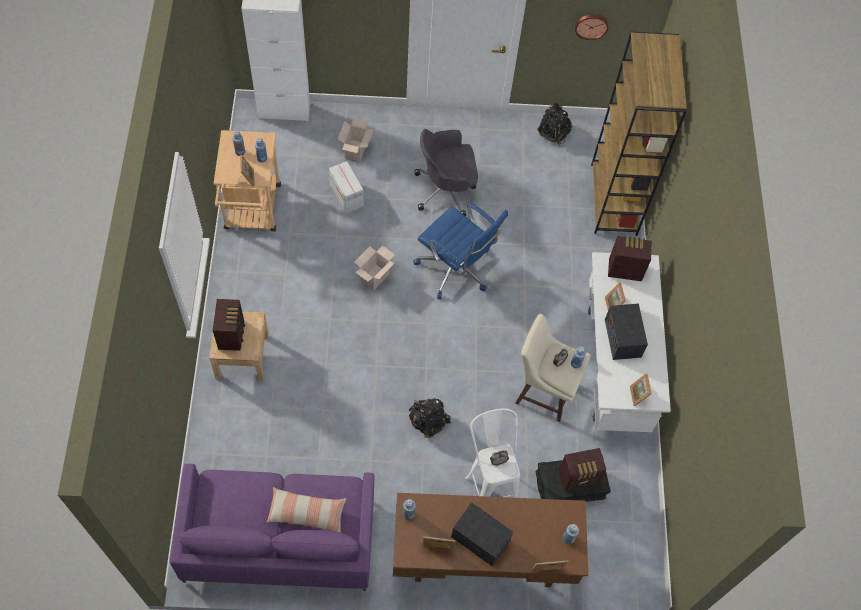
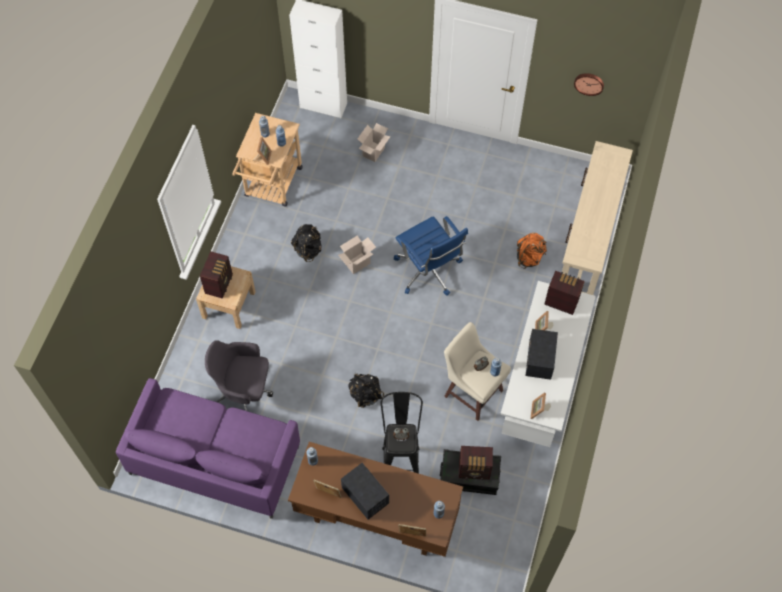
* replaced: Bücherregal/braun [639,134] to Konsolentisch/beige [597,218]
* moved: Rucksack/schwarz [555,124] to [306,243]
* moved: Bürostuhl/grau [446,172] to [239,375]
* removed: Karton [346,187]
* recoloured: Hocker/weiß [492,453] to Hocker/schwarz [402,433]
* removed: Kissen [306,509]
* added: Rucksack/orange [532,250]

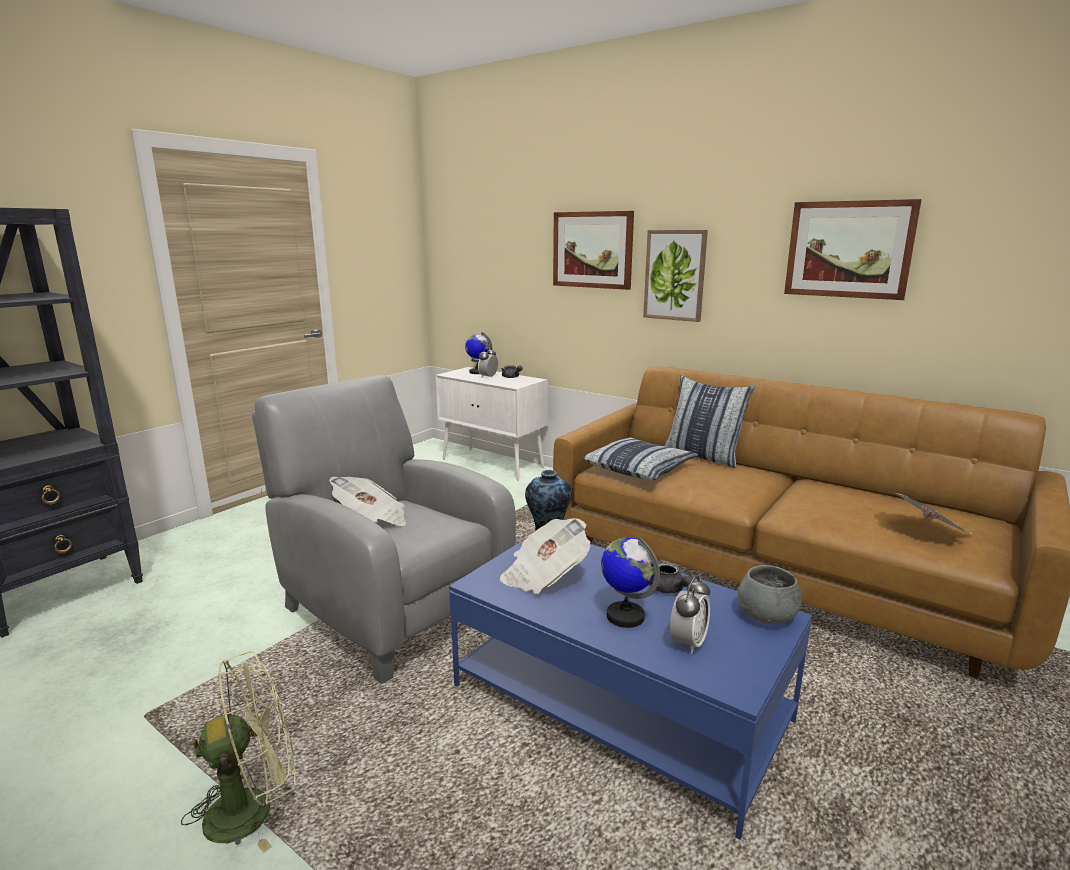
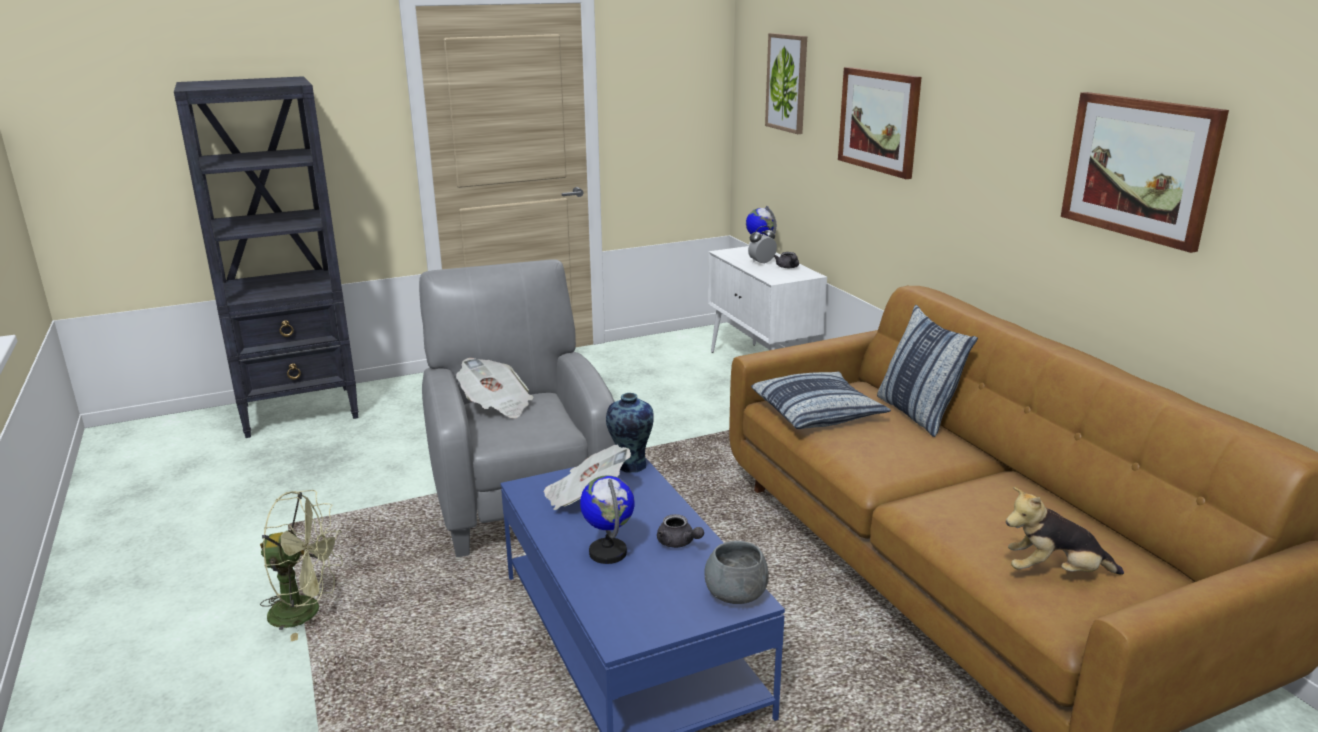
* moved: Bild [675,276] to [786,83]
* replaced: Zeitung [931,512] to Plüschtier [1065,531]
* turned: Teekanne/grau [671,577] = [680,531] 45 degrees counterclockwise
* removed: Wecker [690,615]

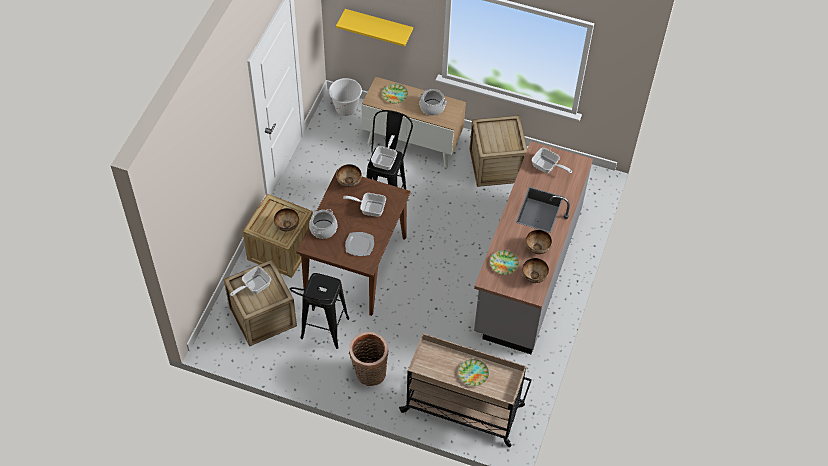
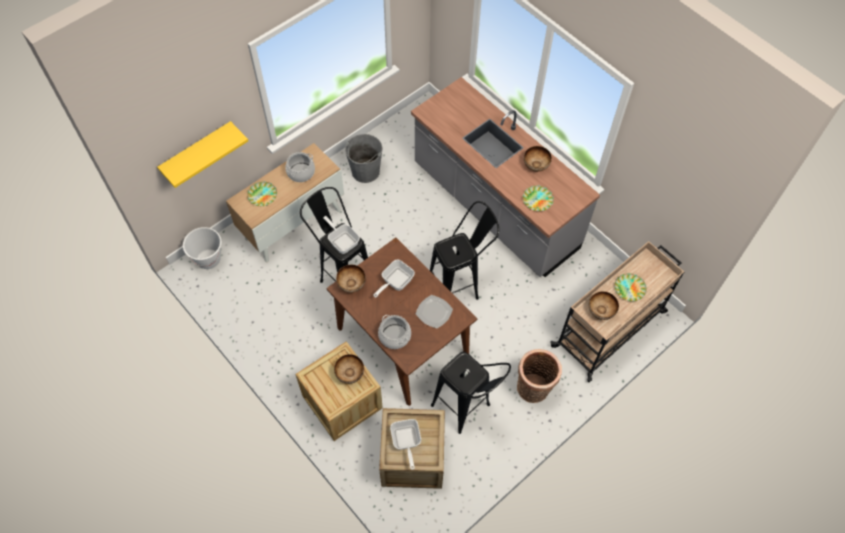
* replaced: Kiste [498,151] to Eimer/grau [364,158]
* removed: Pfanne [552,161]
* moved: Schüssel [535,270] to [604,305]
* added: Hocker/schwarz [464,250]

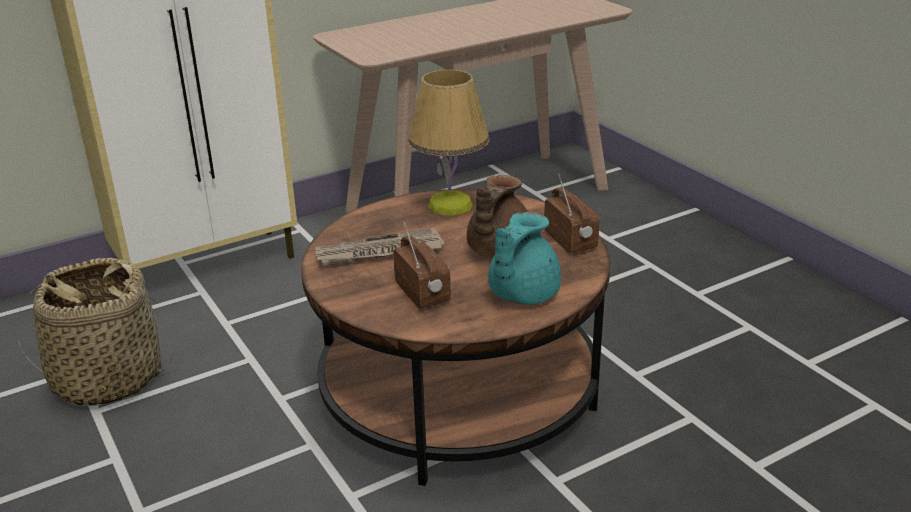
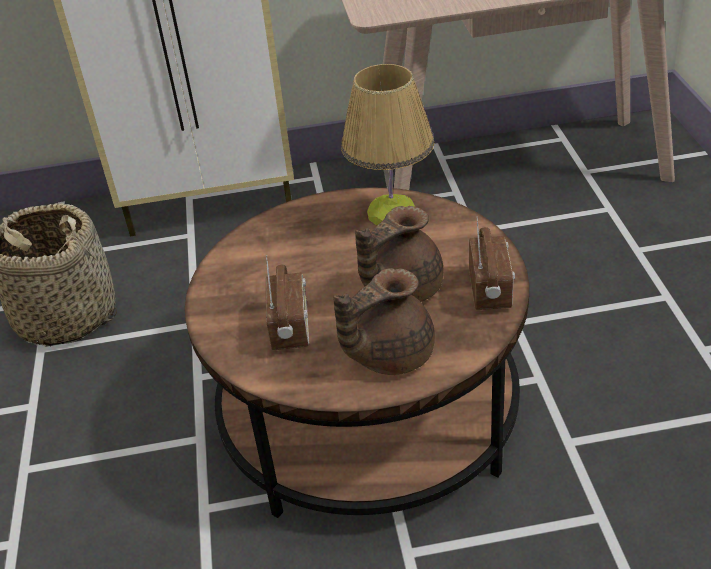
* recoloured: Teekanne/türkis [524,258] to Teekanne/braun [384,321]
* removed: Zeitung [380,247]

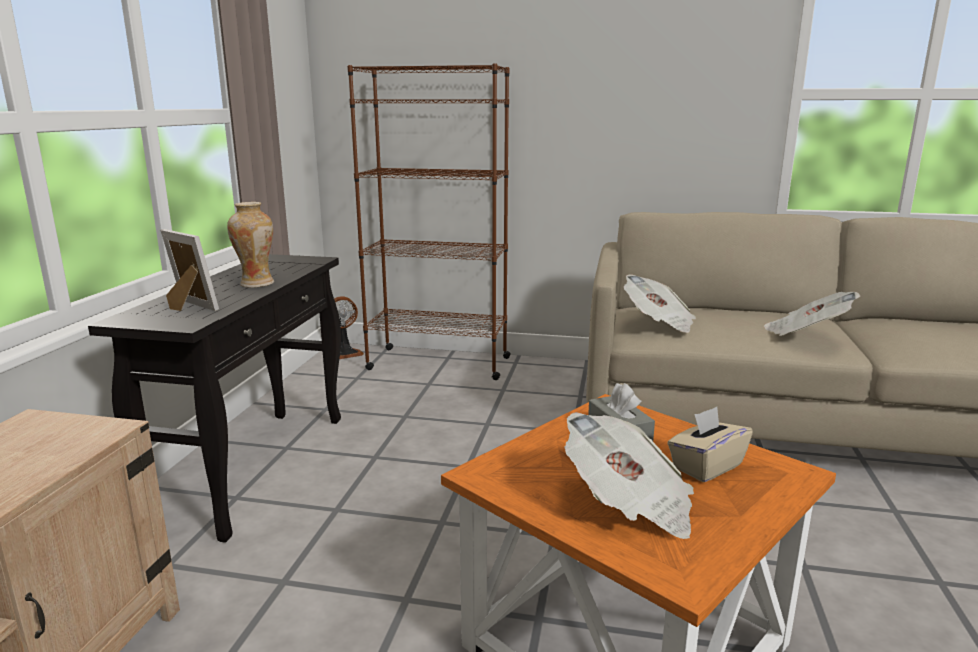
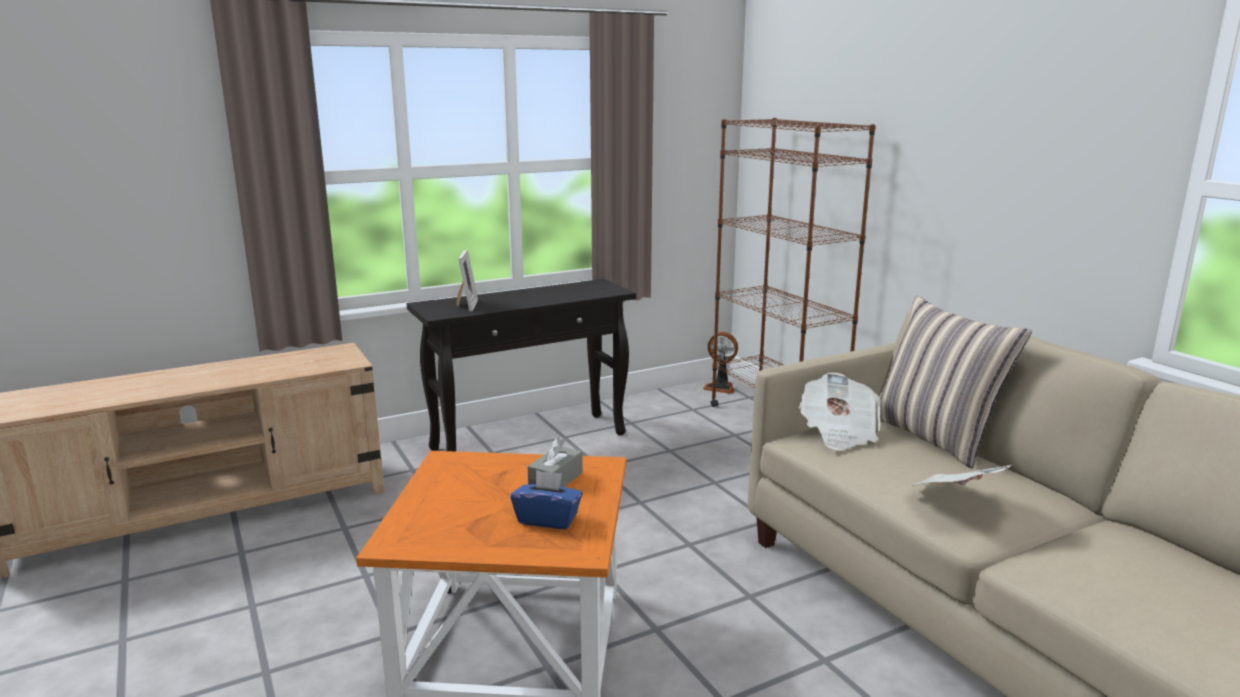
* removed: Vase [250,245]
* recoloured: Taschentuchbox/beige [710,444] to Taschentuchbox/blau [546,499]
* removed: Zeitung [629,475]
* added: Kissen [955,382]

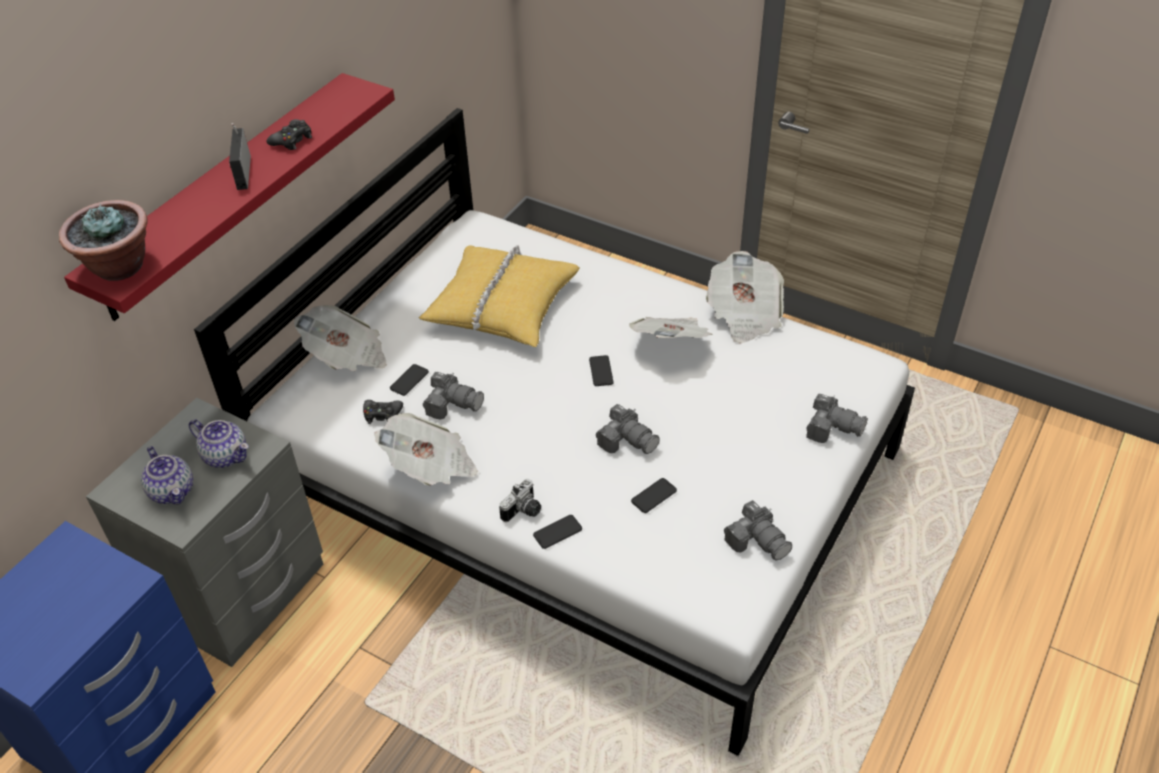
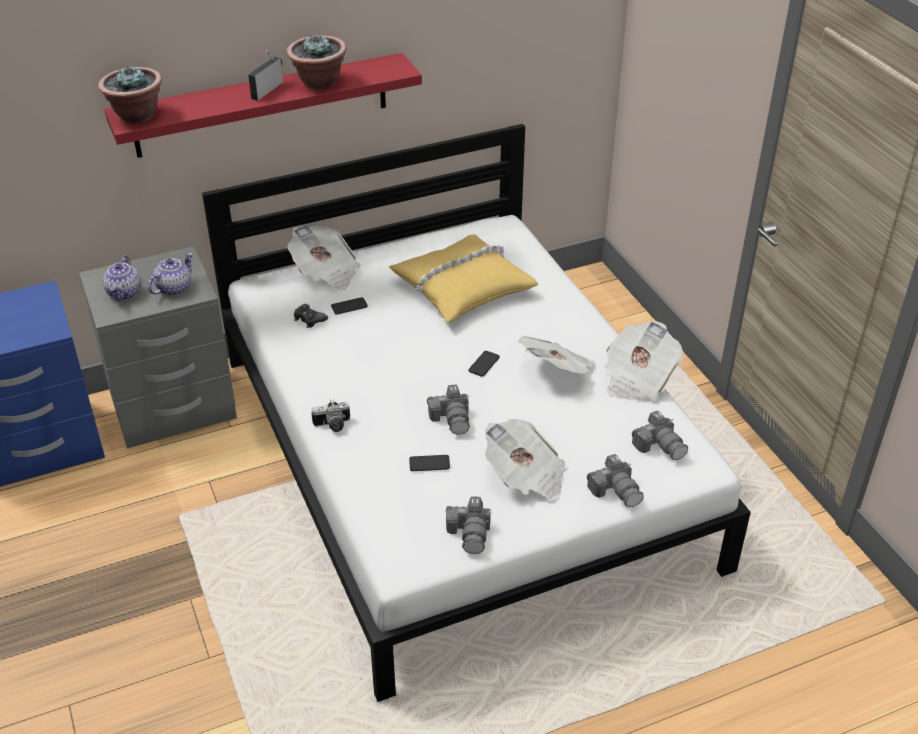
* replaced: Gamepad/schwarz [289,134] to Topfpflanze [317,61]
* moved: Kamera [453,396] to [660,435]
* moved: Zeitung [426,449] to [525,460]
* turned: Teekanne [218,443] = [170,274] 120 degrees counterclockwise
* removed: Handy [557,532]

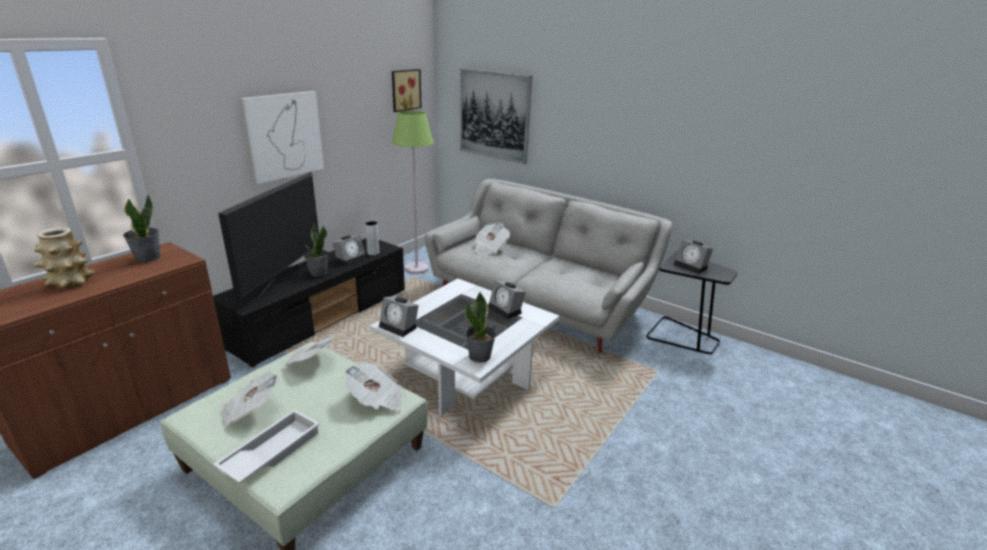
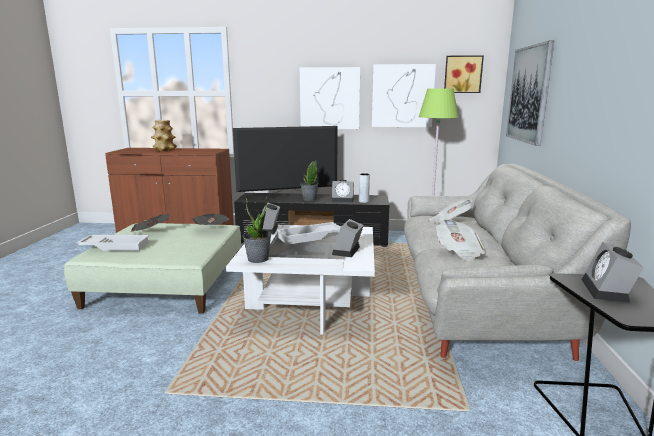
* removed: Topfpflanze [142,228]
* moved: Zeitung [373,387] to [460,240]
* added: Bild [404,95]
* added: Tablett/weiß [308,233]

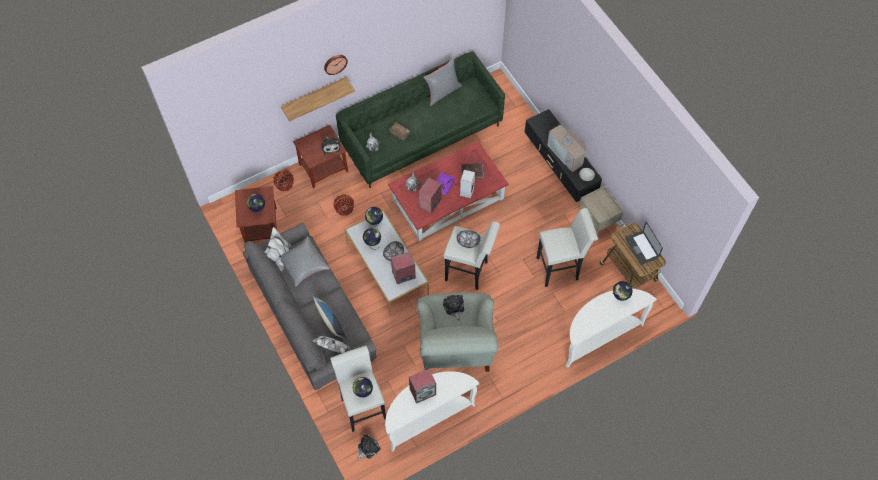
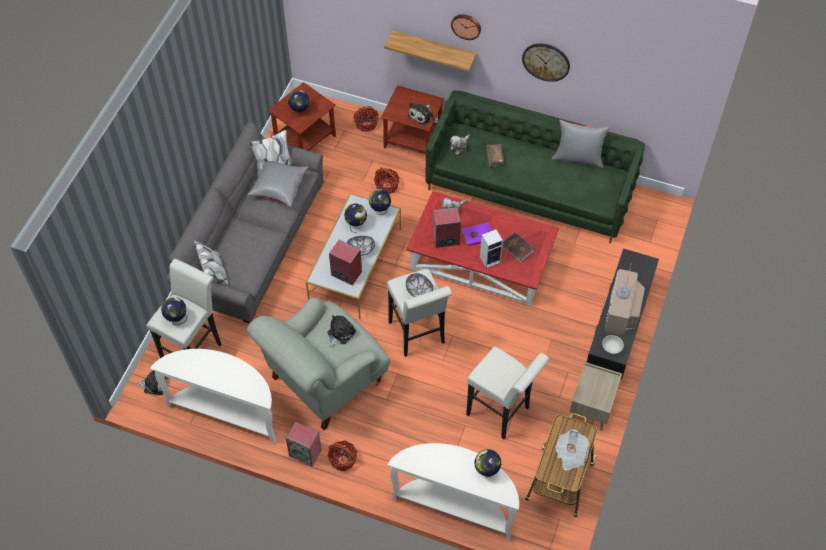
* replaced: Laptop [644,243] to Zeitung [572,450]
* removed: Kissen [329,318]
* moved: Lautsprecher [422,386] to [304,444]
* added: Wanduhr [546,63]
* added: Korb [342,456]

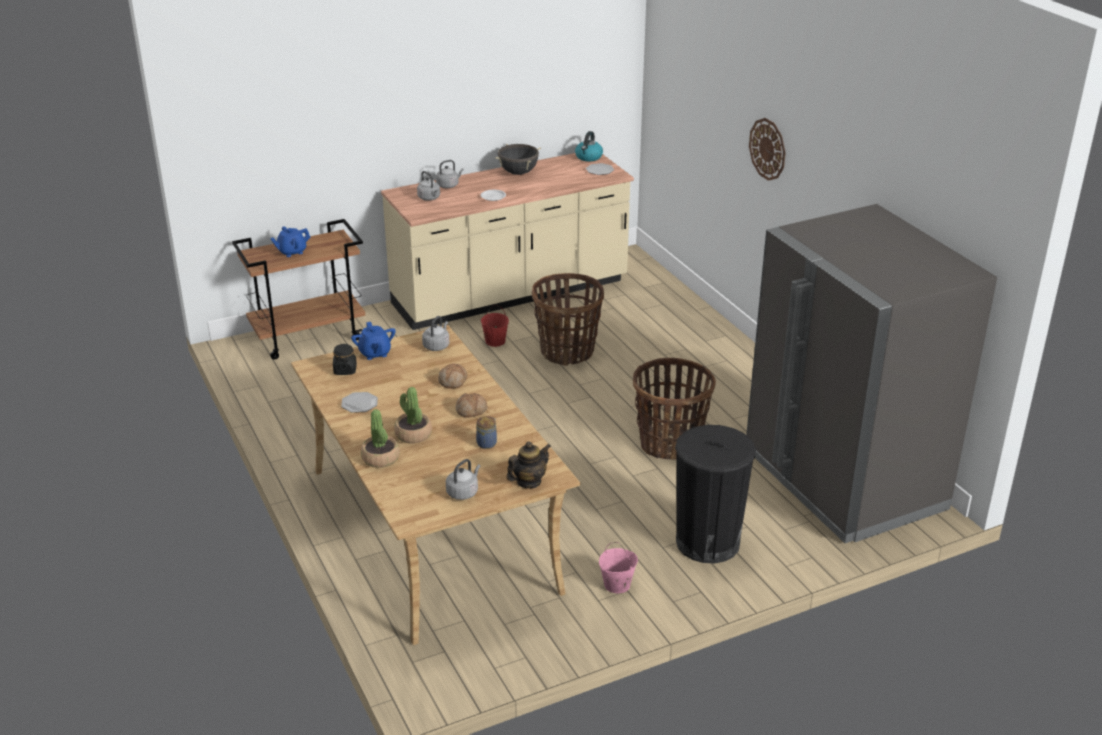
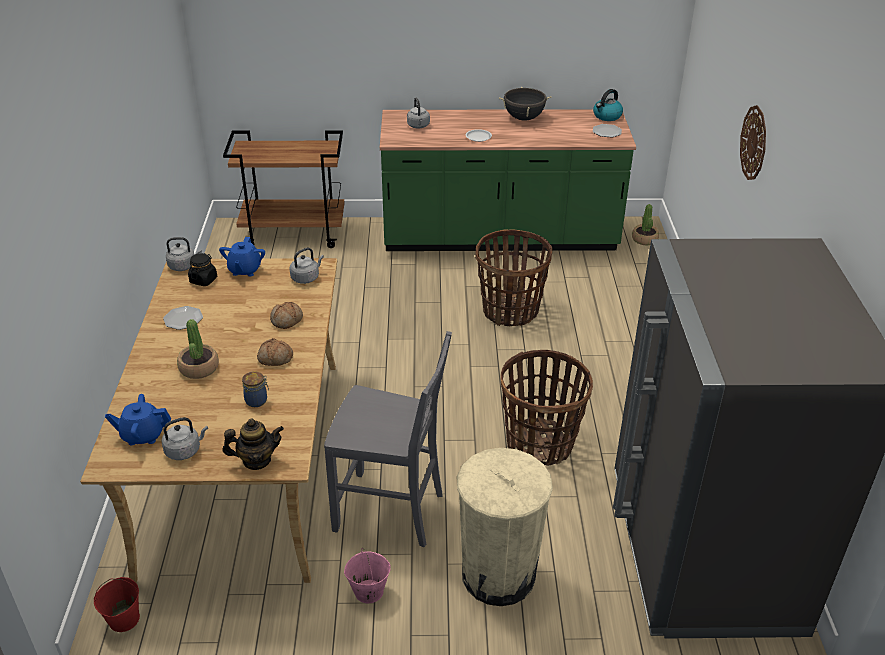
* recoloured: Küchenzeile/beige [507,241] to Küchenzeile/grün [508,180]
* moved: Wasserkessel/grau [450,174] to [184,254]
* moved: Teekanne/blau [290,241] to [138,419]
* moved: Eimer/rot [495,326] to [117,604]
* moved: Topfpflanze [380,438] to [645,224]
* recoloured: Mülleimer/schwarz [715,494] to Mülleimer/beige [505,527]
* added: Stuhl/grau [388,439]

